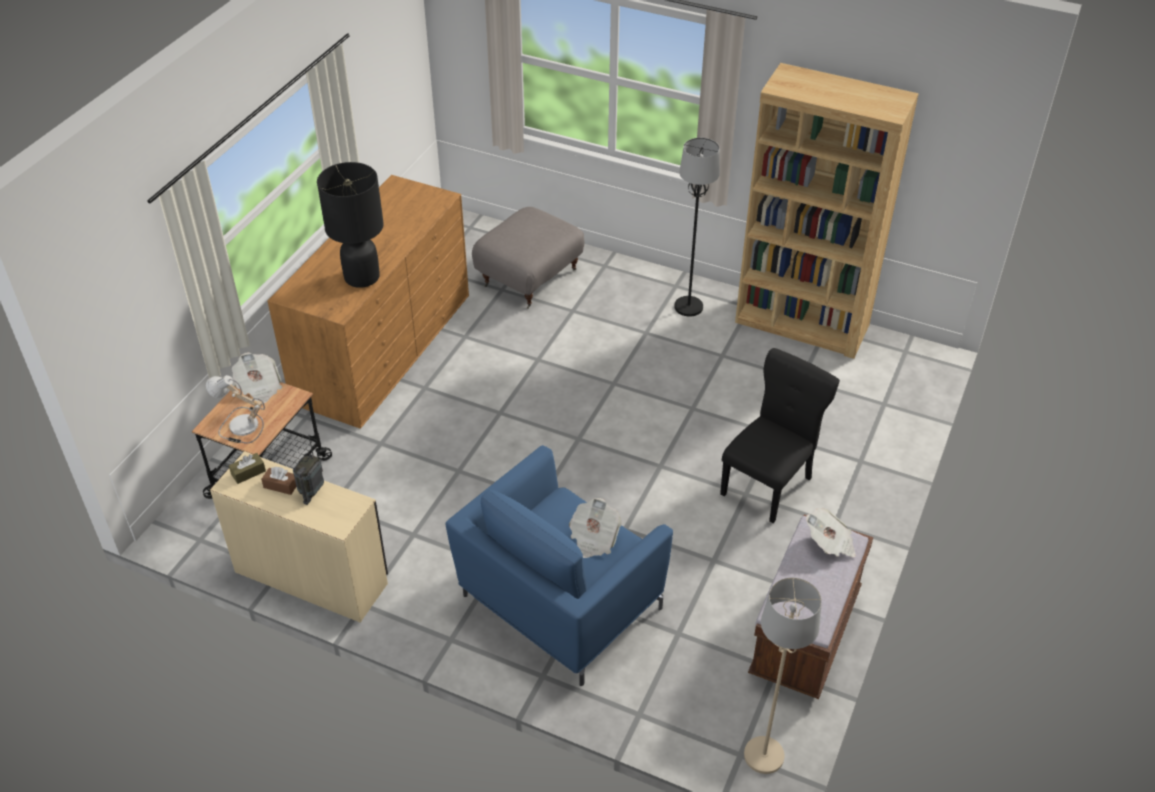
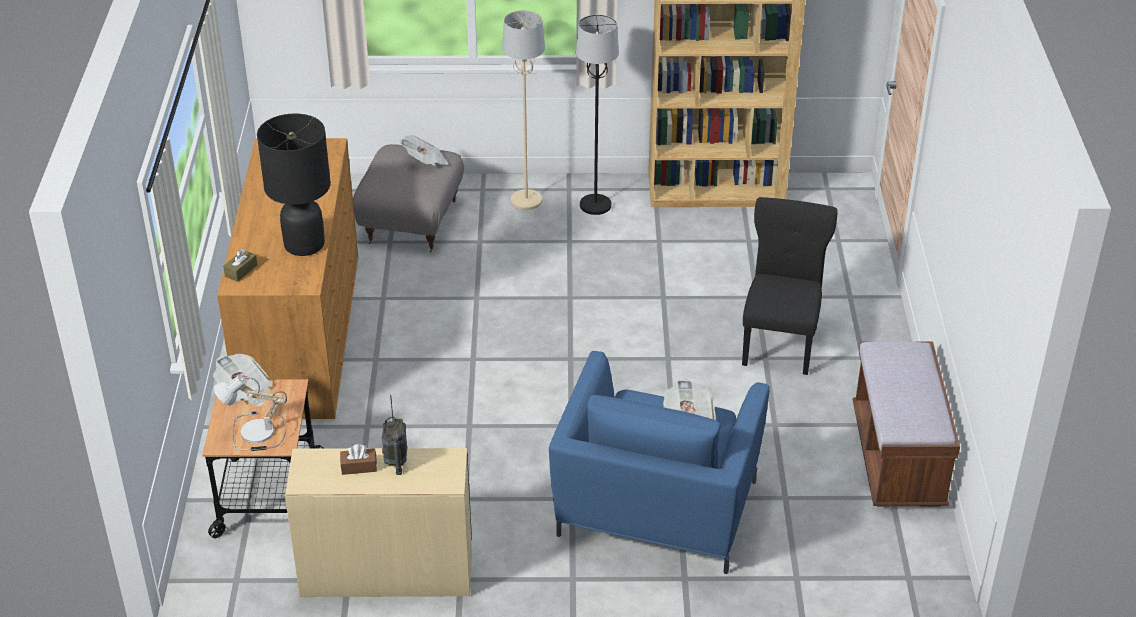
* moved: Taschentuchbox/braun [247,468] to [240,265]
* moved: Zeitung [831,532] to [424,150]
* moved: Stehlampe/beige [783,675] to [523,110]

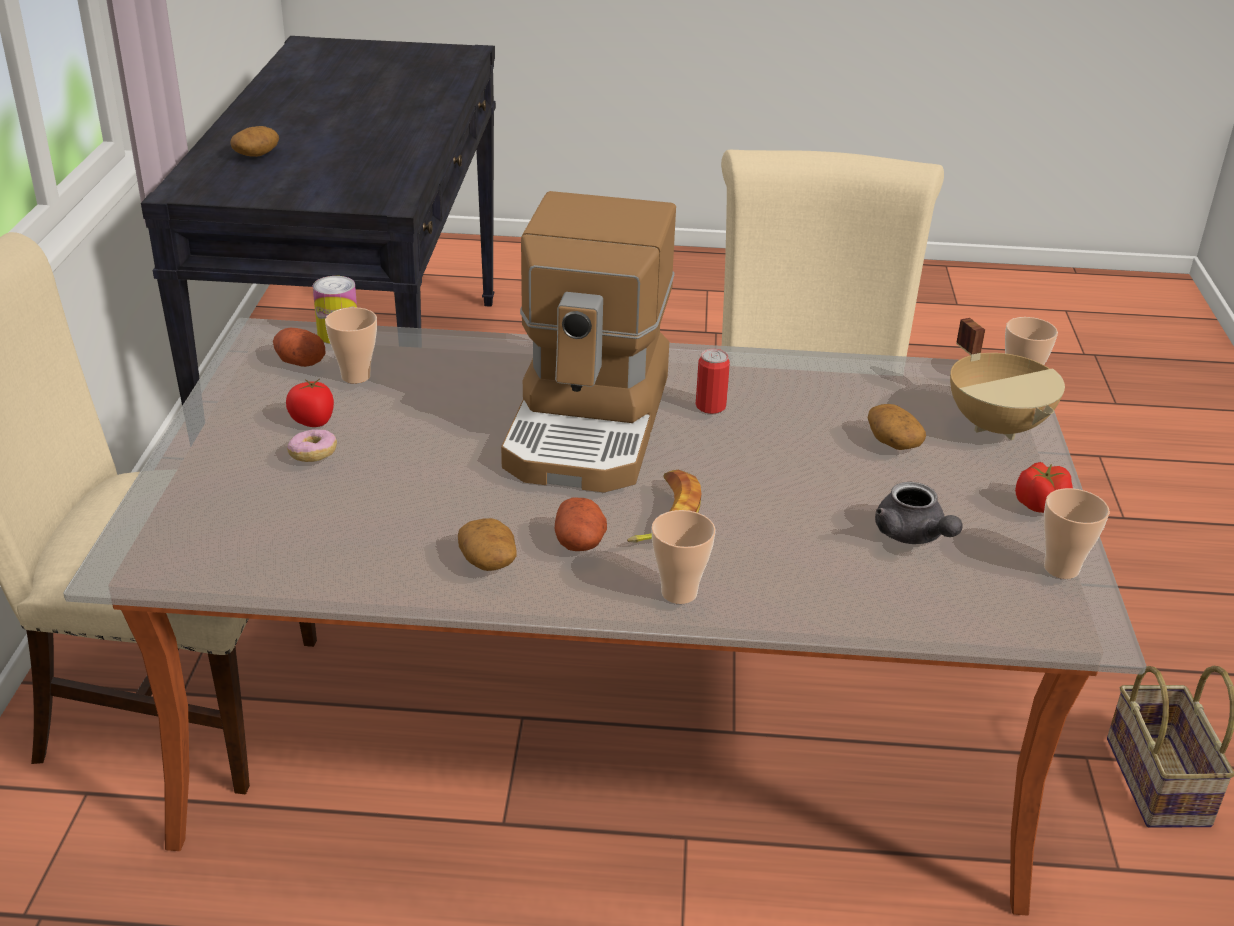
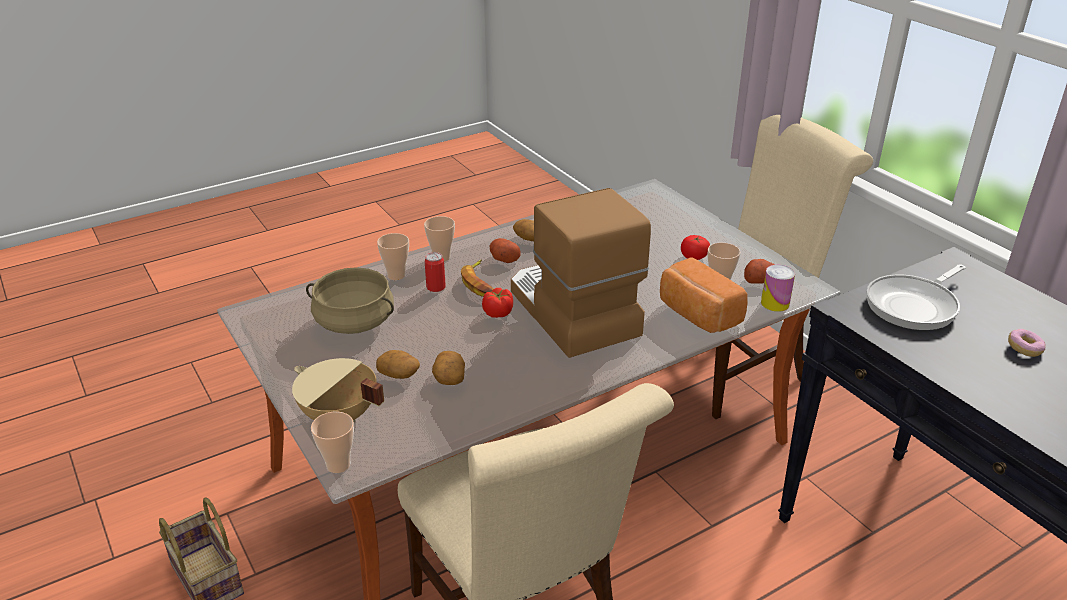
* moved: Kartoffel [255,141] to [448,368]
* moved: Dose [713,381] to [435,272]
* moved: Donut [312,445] to [1027,343]
* moved: Tomate [1044,487] to [497,303]
* replaced: Teekanne/grau [919,513] to Kochtopf/beige [350,300]
* moved: Tasse [1077,533] to [393,256]
* added: Brot [704,295]
* added: Pfanne [916,297]

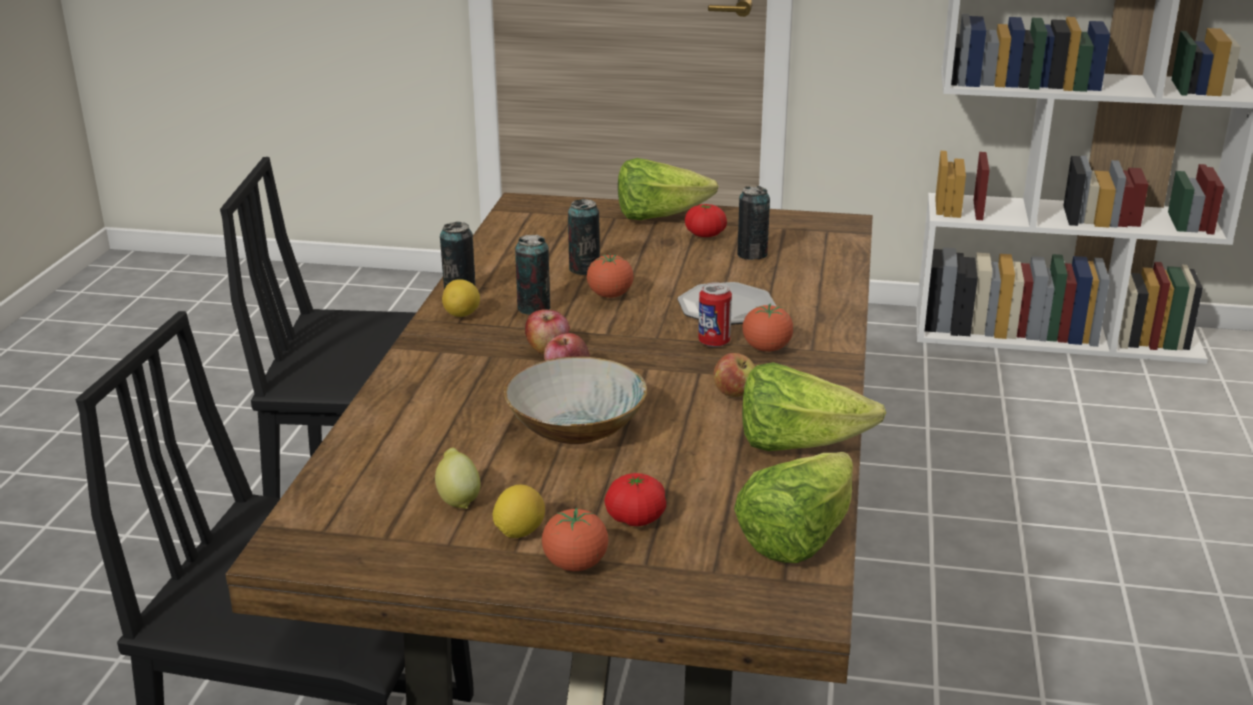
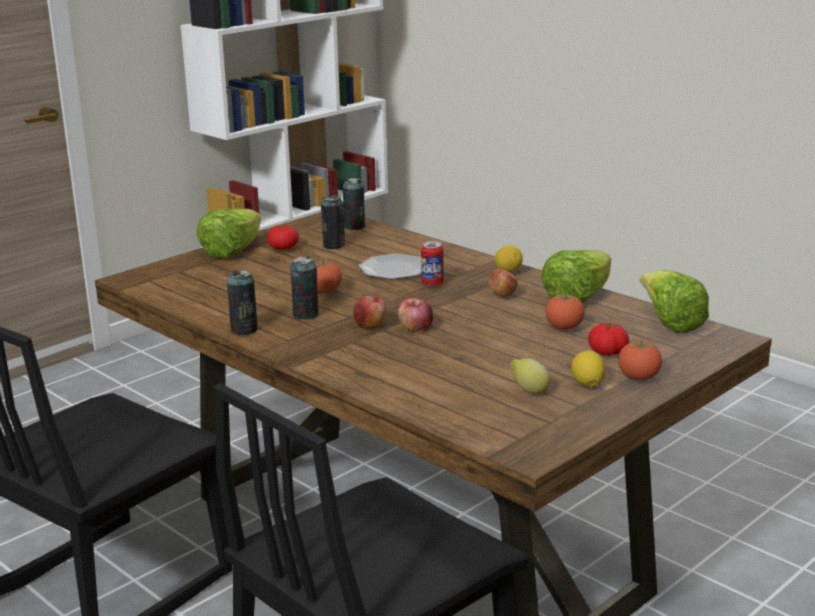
* moved: Dose [584,237] to [354,204]
* moved: Zitrone [461,298] to [509,258]
* moved: Tomate [768,327] to [565,311]
* removed: Schüssel [575,400]

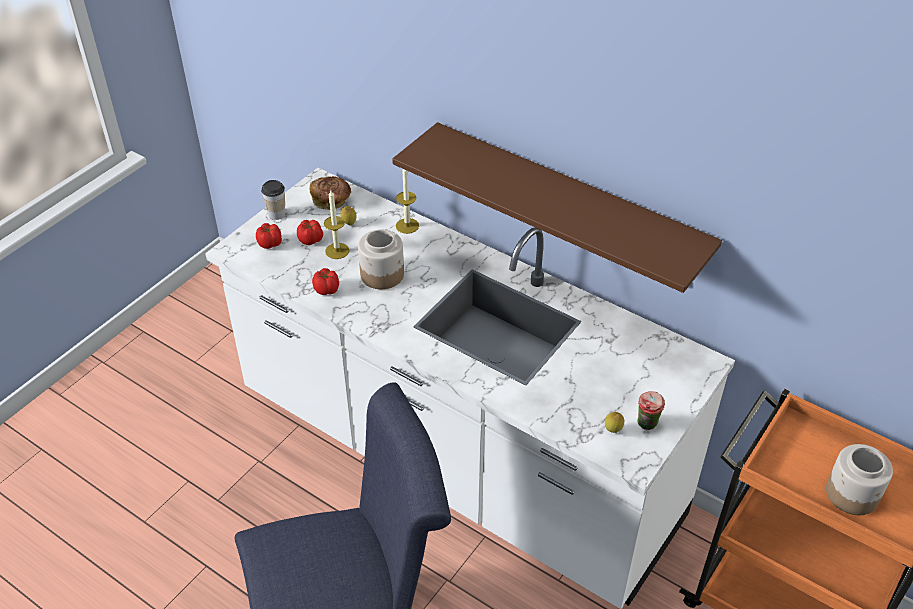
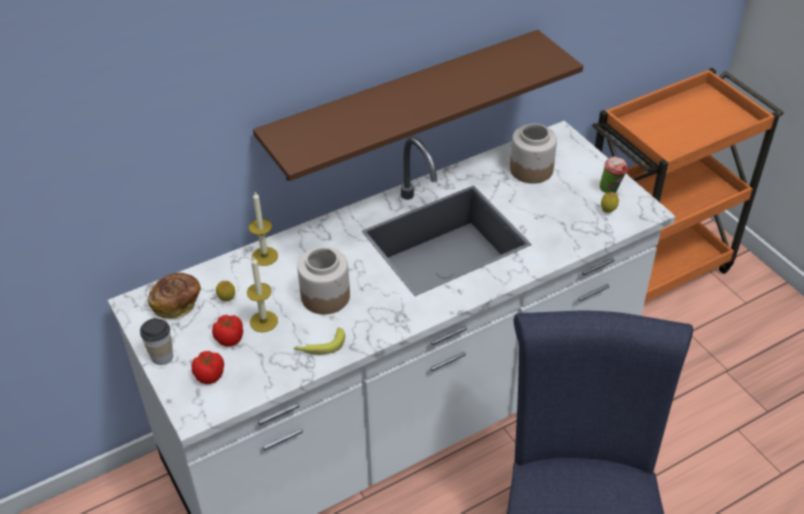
* replaced: Tomate [325,281] to Banane [319,341]
* moved: Vorratsglas [859,479] to [533,154]

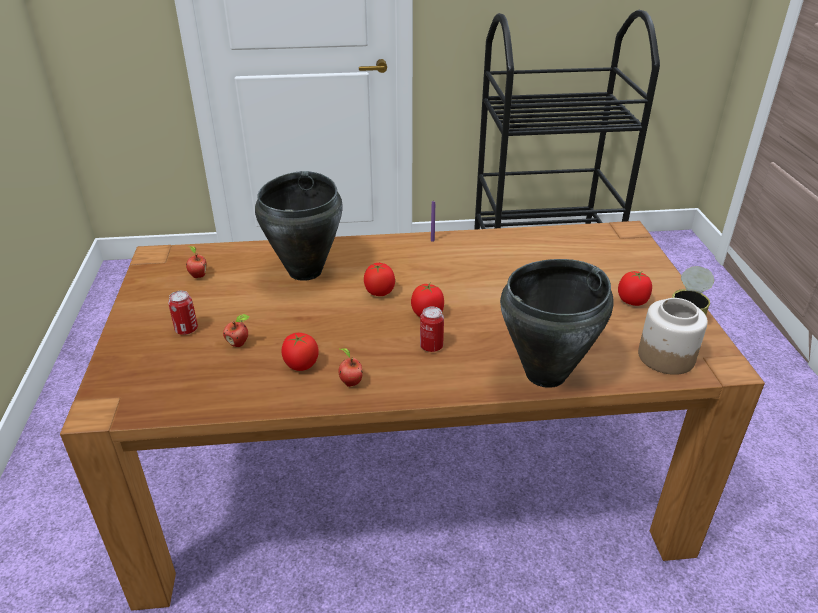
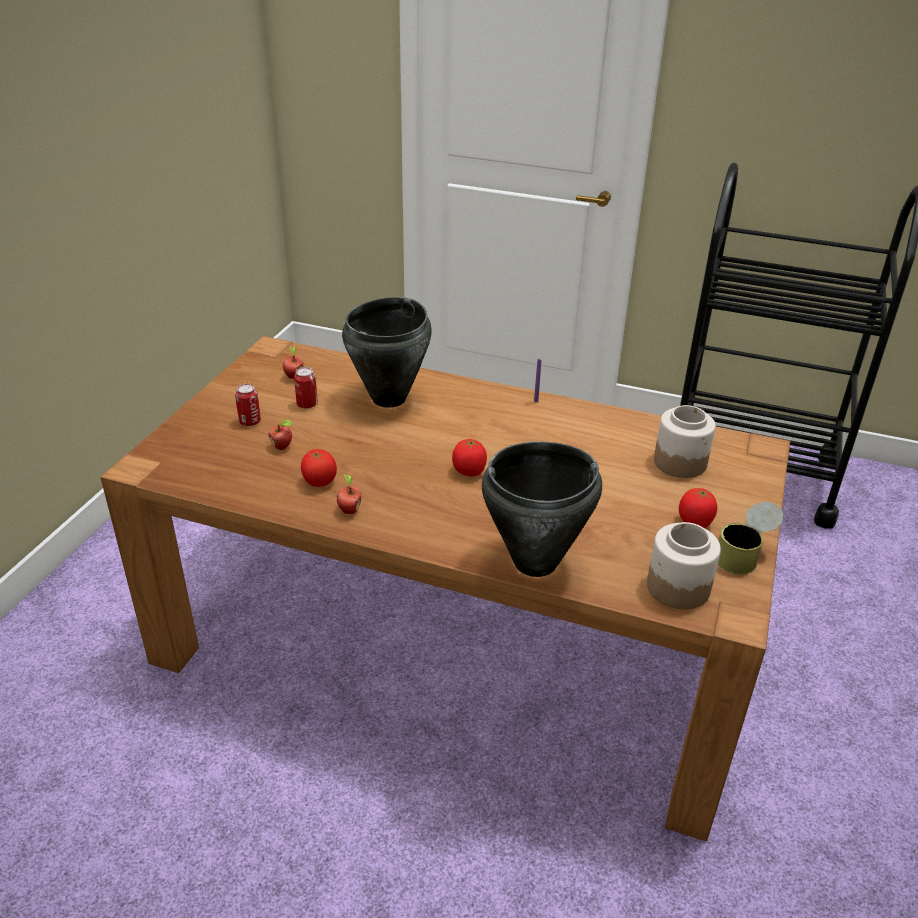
* removed: Tomate [379,279]
* moved: Dose [432,329] to [306,388]
* added: Vorratsglas [685,441]

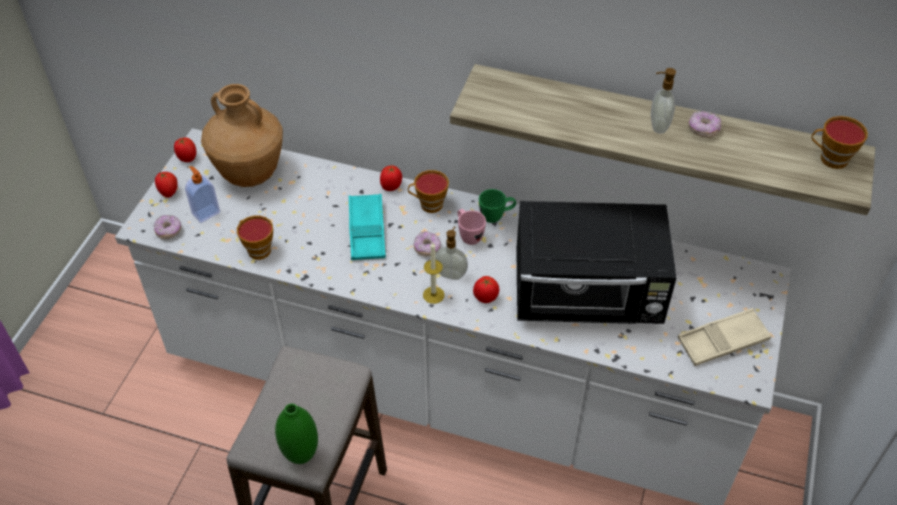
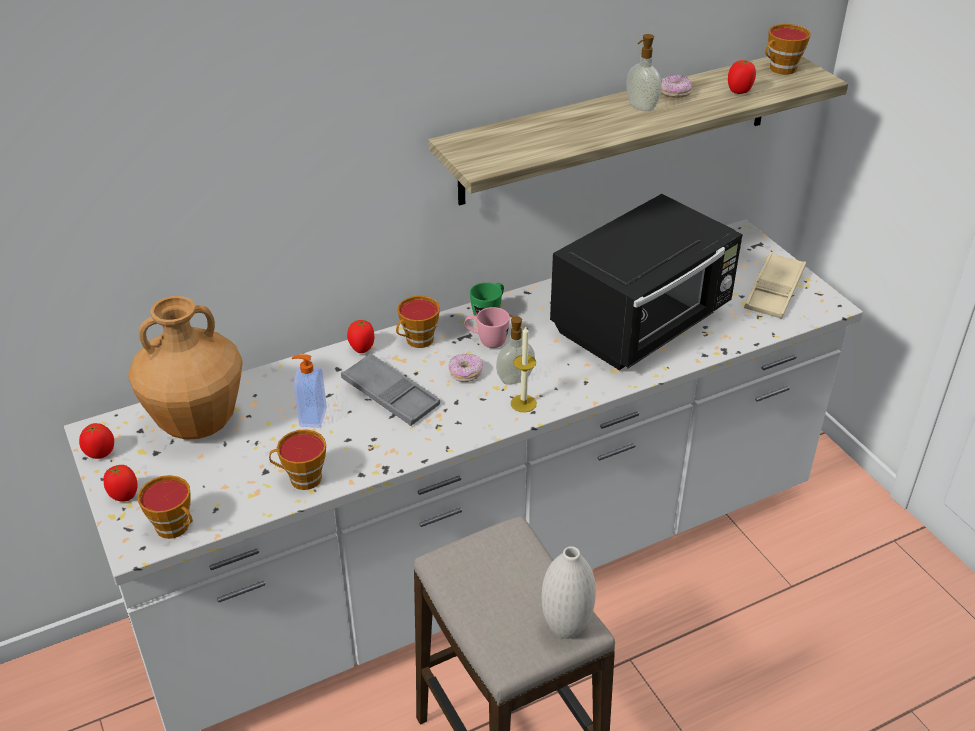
* moved: Seifenspender [202,194] to [309,391]
* recoloured: Tablett/türkis [367,227] to Tablett/grau [390,389]
* replaced: Donut [167,227] to Tasse [165,507]
* moved: Tomate [486,289] to [742,77]
* recoloured: Vase/grün [296,434] to Vase/weiß [569,592]

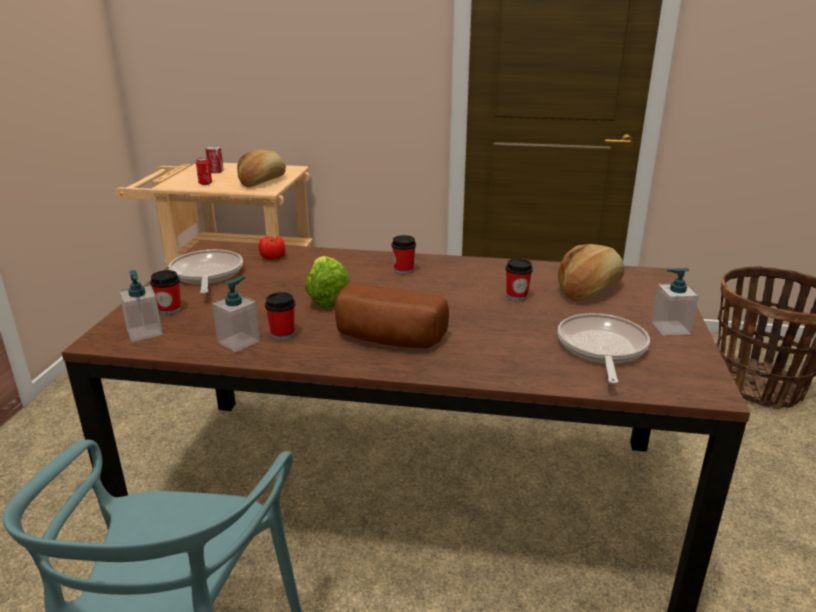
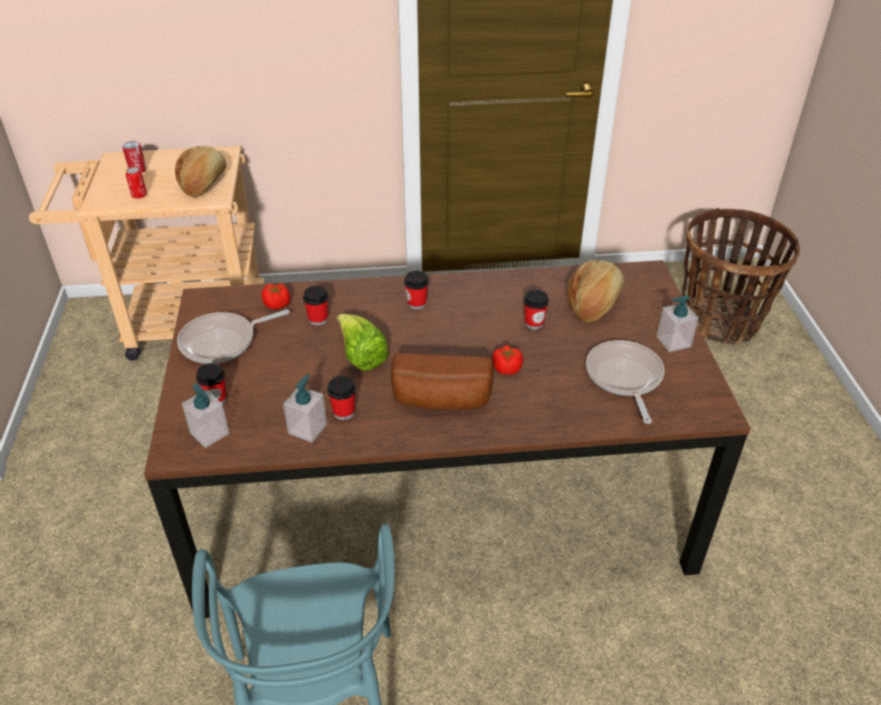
* turned: Pfanne [206,271] = [233,336] 90 degrees counterclockwise
* added: Tasse [315,306]
* added: Tomate [507,360]

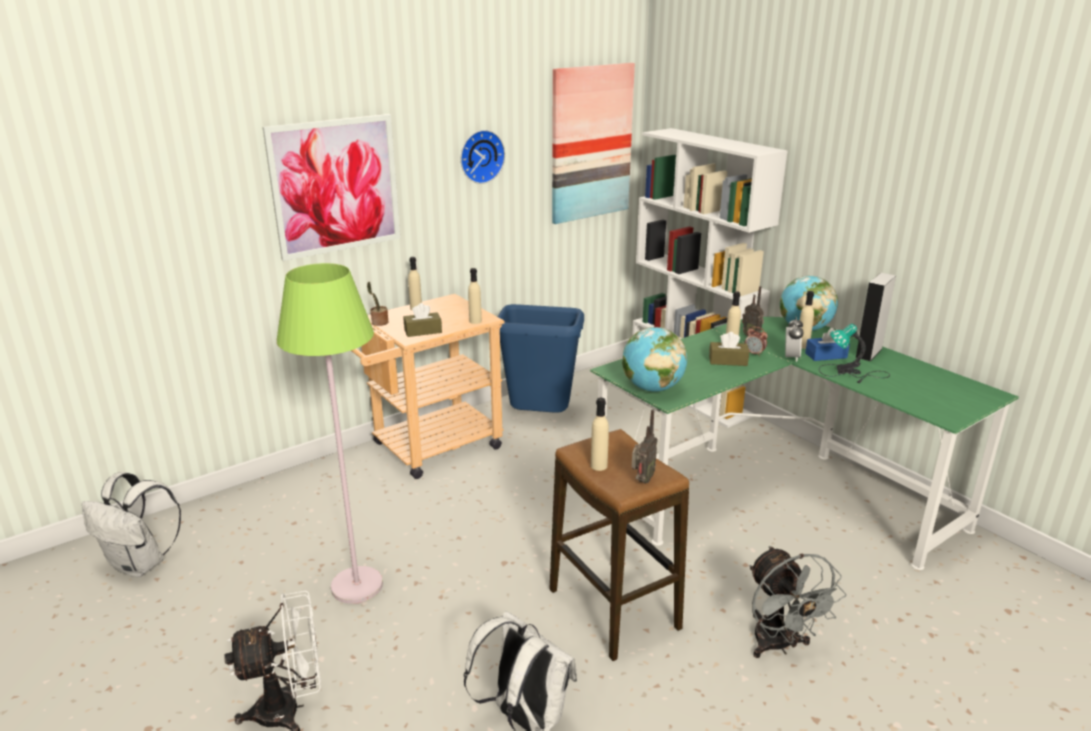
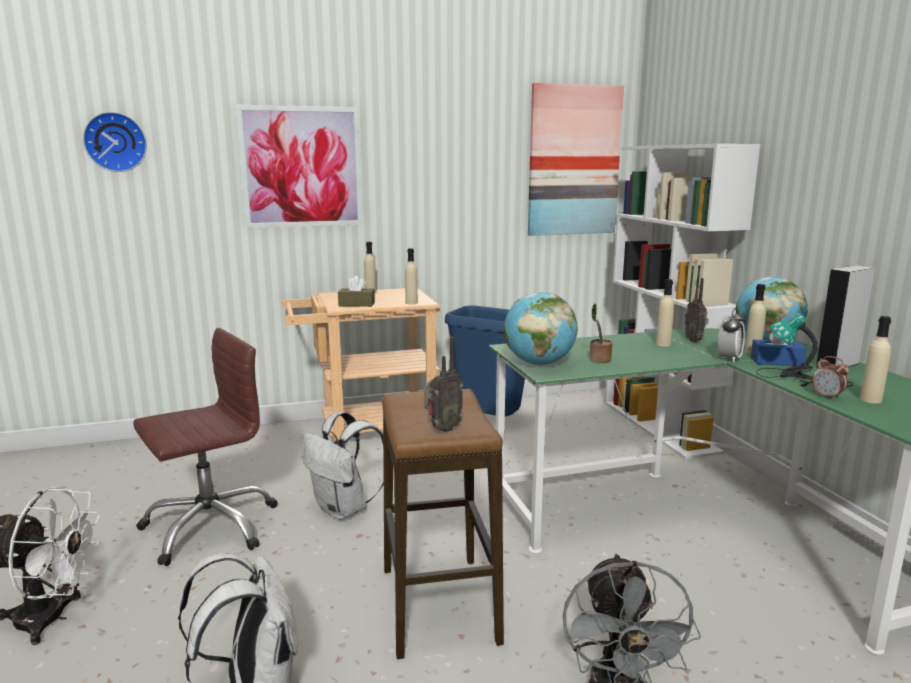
* moved: Wanduhr [482,157] to [115,142]
* replaced: Stehlampe/grün [330,433] to Bürostuhl/braun [205,447]
* moved: Topfpflanze [378,304] to [601,333]
* moved: Wecker [756,341] to [830,378]
* removed: Taschentuchbox/braun [729,349]
* moved: Flasche/beige [600,434] to [875,360]
* moved: Rucksack/weiß [131,524] to [343,466]

